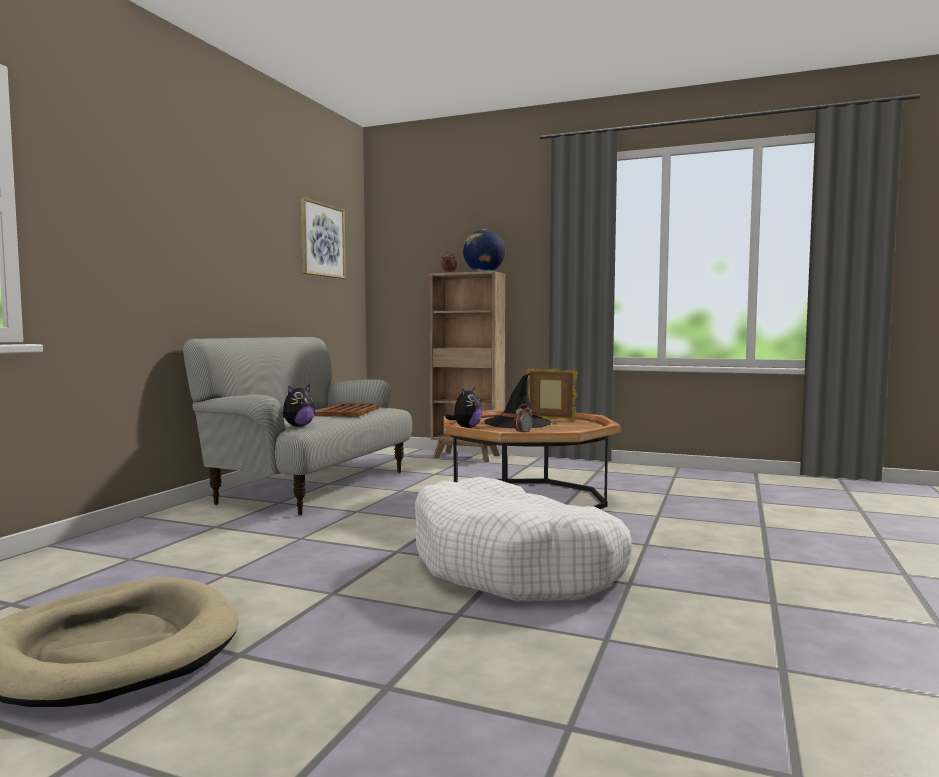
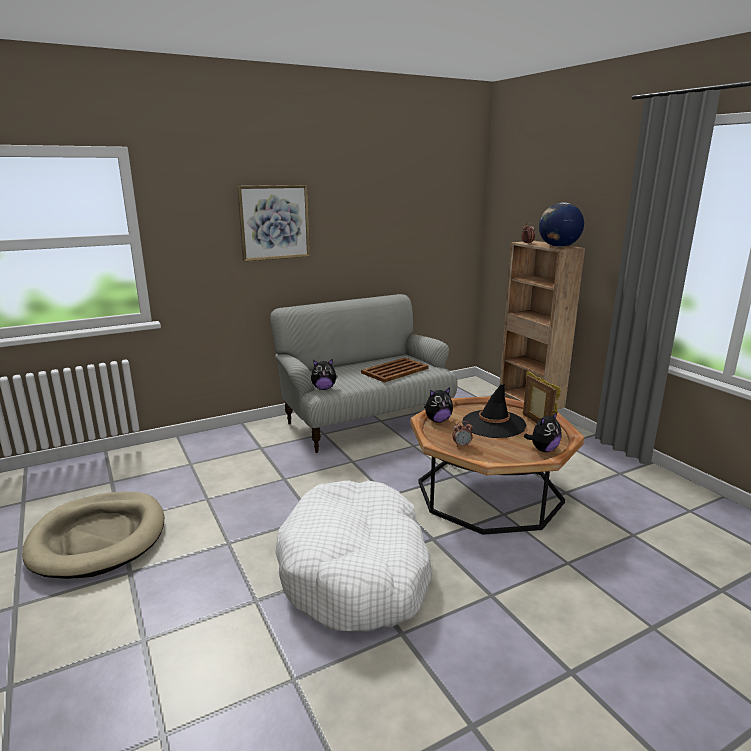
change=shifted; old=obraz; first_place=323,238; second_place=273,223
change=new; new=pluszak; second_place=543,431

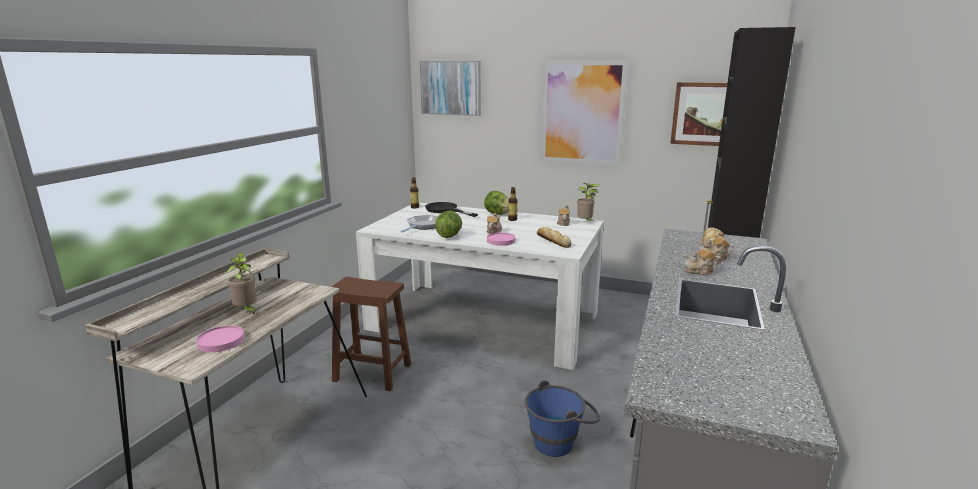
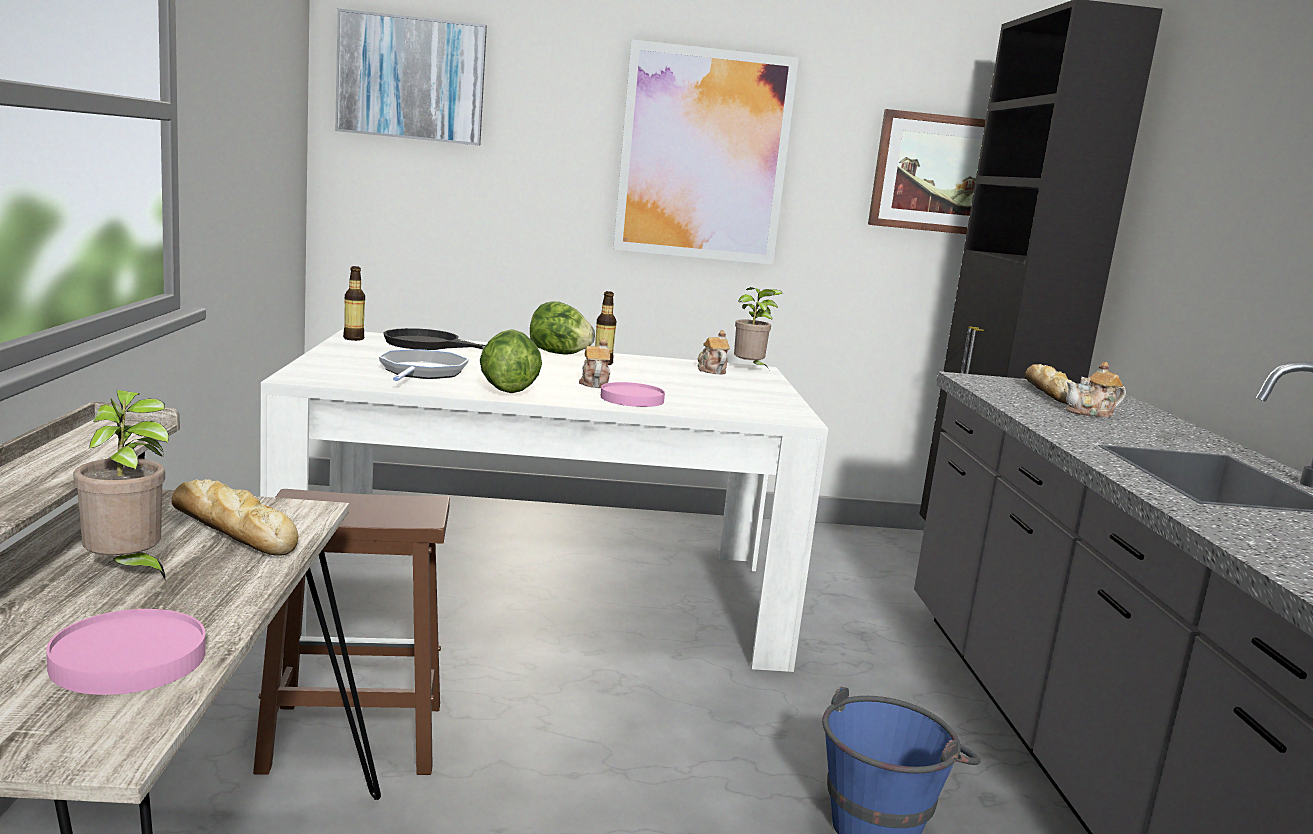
change=shifted; old=chleb; first_place=554,237; second_place=235,517
change=gone; old=imbryk; first_place=702,259

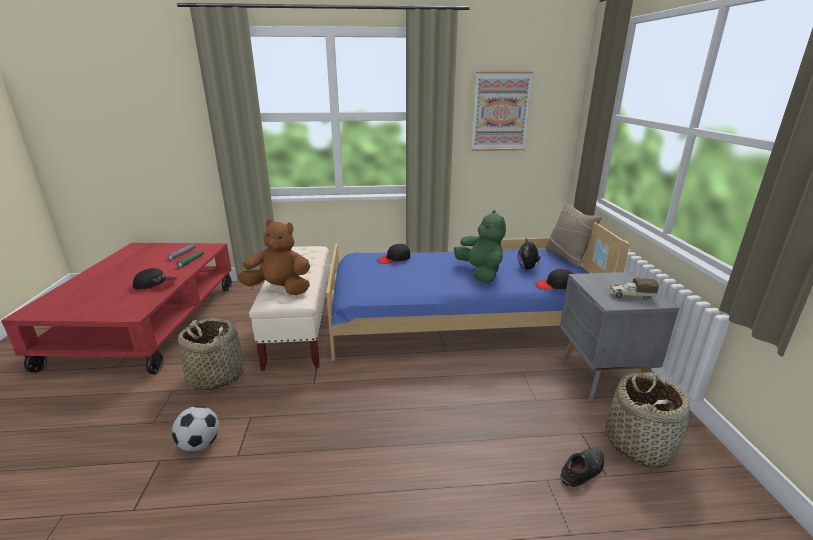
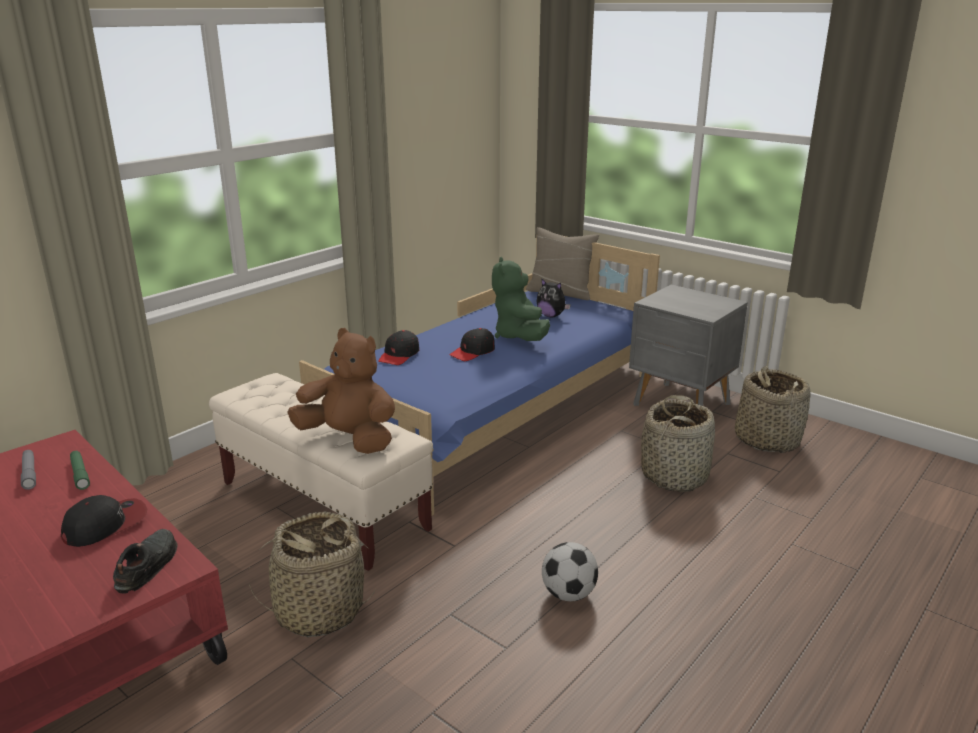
change=gone; old=obraz; first_place=502,111
change=rotated; old=pluszak (zielony); first_place=480,246; second_place=521,299; degrees=-120
change=rotated; old=pluszak (brązowy); first_place=274,257; second_place=341,391; degrees=60
change=shifted; old=czapka z daszkiem (czarny); first_place=554,279; second_place=472,344
change=gone; old=ciężarówka zabawkowa; first_place=634,289
change=shifted; old=piłka futbolowa; first_place=195,429; second_place=570,571
change=shifted; old=but (czarny); first_place=582,467; second_place=145,561
change=new; new=koszyk; second_place=678,443

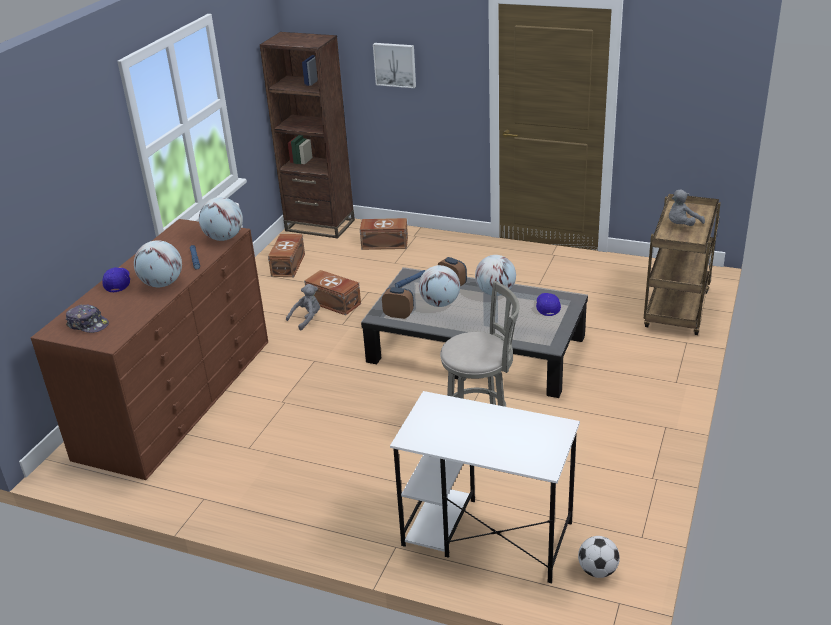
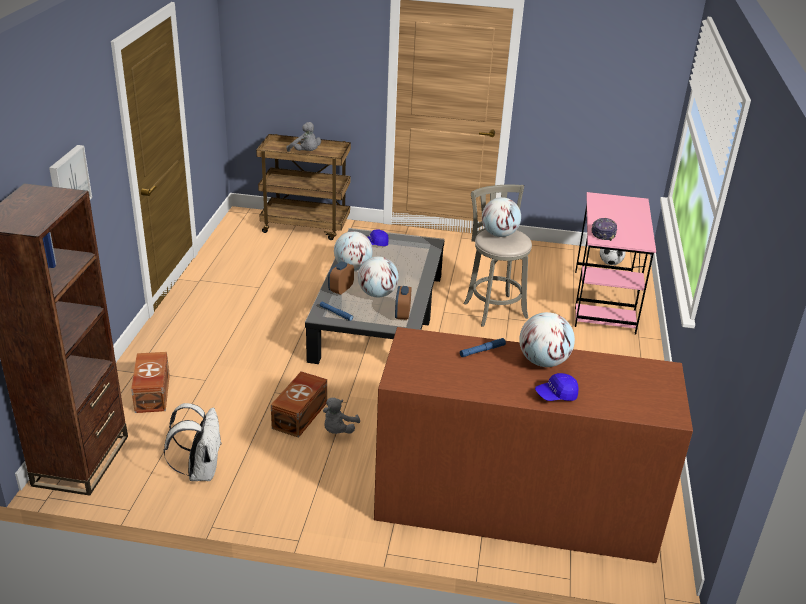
change=shifted; old=globus; first_place=221,219; second_place=501,217
change=swapped; old=pojemnik do przechowywania (brązowy); new=plecak (biały); first_place=286,255; second_place=193,442
change=rotated; old=pluszak (szary); first_place=303,307; second_place=341,415; degrees=-105
change=shifted; old=czapka z daszkiem; first_place=87,318; second_place=604,229
change=repainted; old=biurko (biały); new=biurko (różowy); first_place=485,487; second_place=615,263

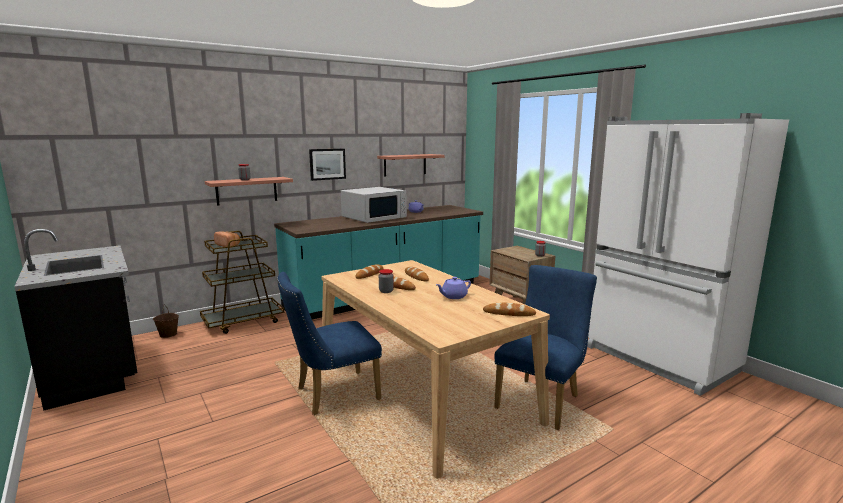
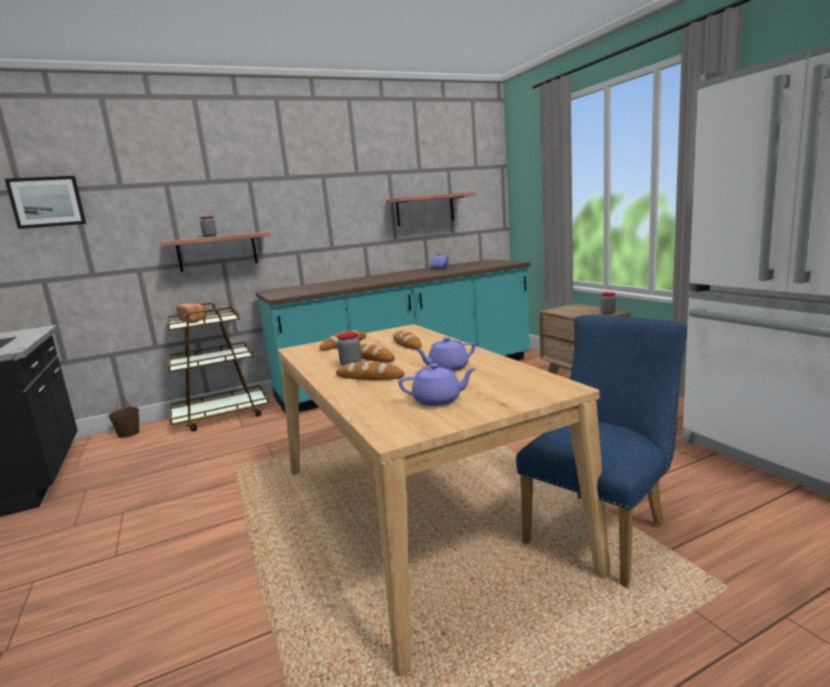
change=shifted; old=obraz; first_place=327,165; second_place=45,202
change=gone; old=mikrofalówka (biały); first_place=374,205
change=gone; old=krzesło (niebieski); first_place=329,343
change=shifted; old=chleb; first_place=509,309; second_place=370,371
change=new; new=imbryk (fioletowy); second_place=438,384

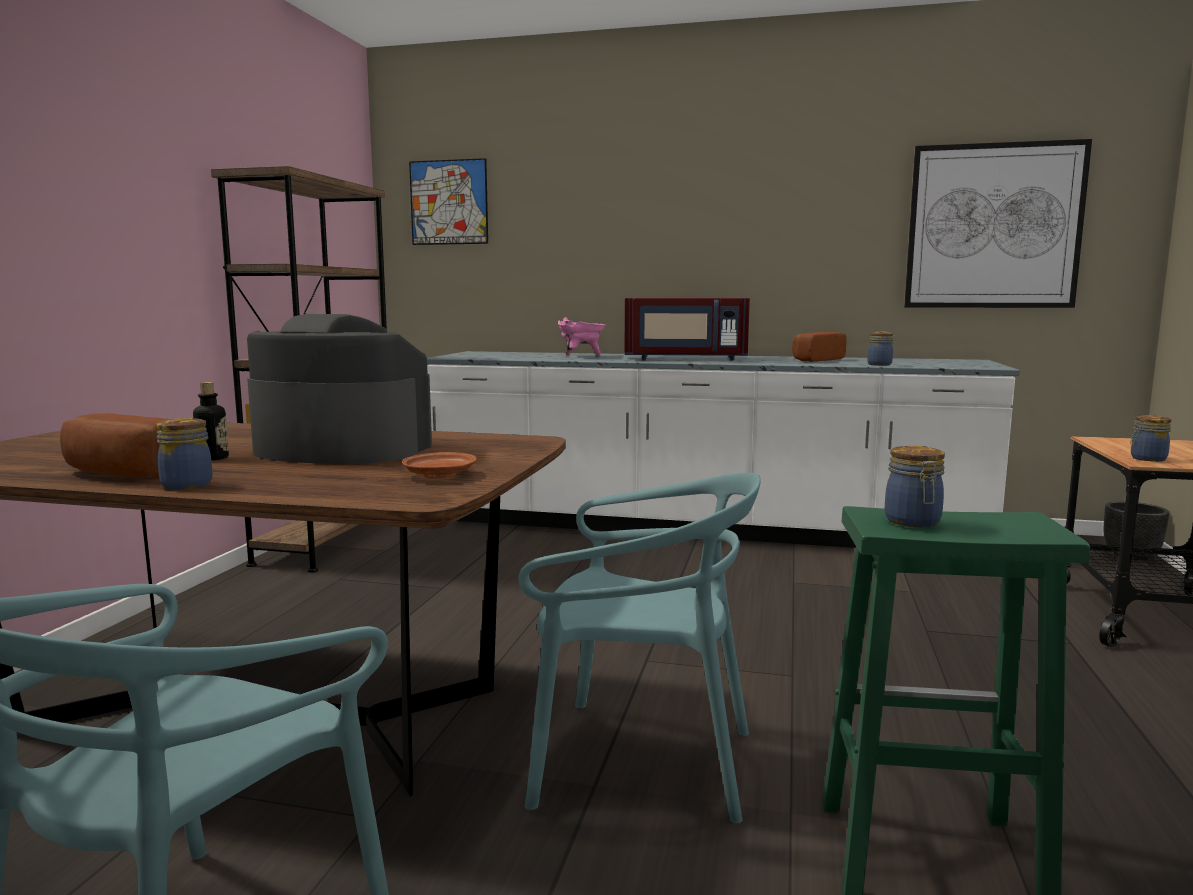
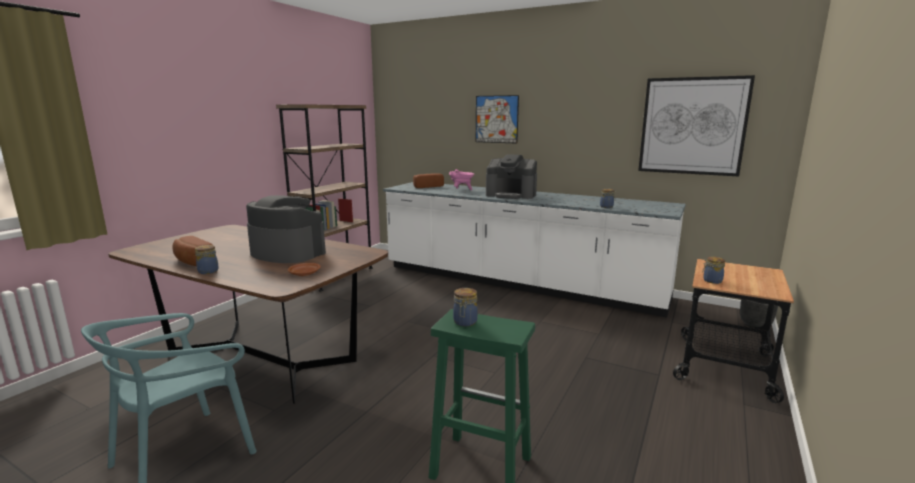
change=shifted; old=obraz; first_place=448,201; second_place=497,119
change=swapped; old=mikrofalówka (czerwony); new=ekspres do kawy; first_place=687,329; second_place=511,176
change=shifted; old=chleb; first_place=819,347; second_place=428,180
change=gone; old=butelka; first_place=211,421
change=gone; old=krzesło (turkusowy); first_place=640,648

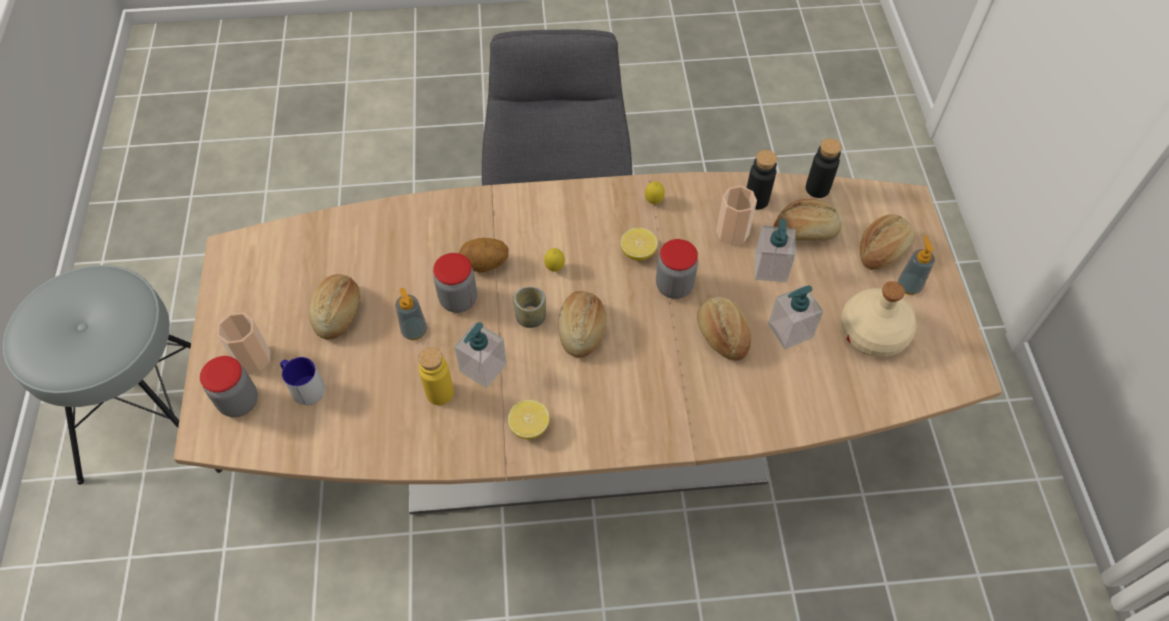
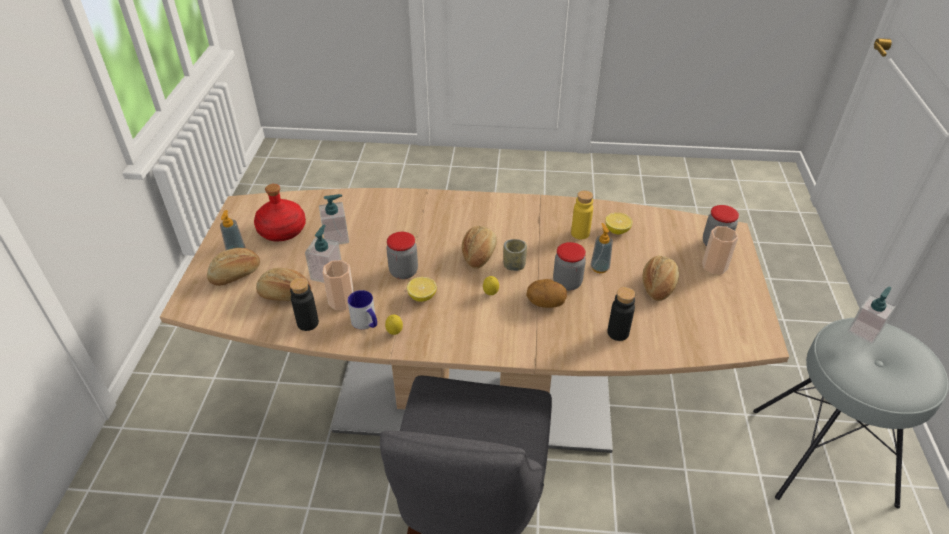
change=shifted; old=butelka (czarny); first_place=824,168; second_place=621,314
change=repainted; old=butelka (beżowy); new=butelka (czerwony); first_place=878,319; second_place=280,212
change=gone; old=chleb; first_place=724,329
change=shifted; old=dozownik mydła; first_place=480,355; second_place=872,315
change=shifted; old=kubek; first_place=302,381; second_place=362,309
change=shifted; old=cytryna; first_place=529,419; second_place=619,223

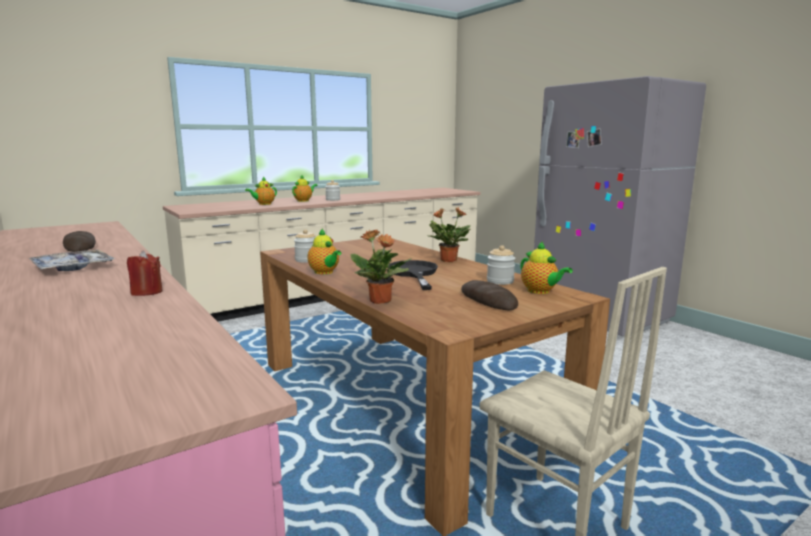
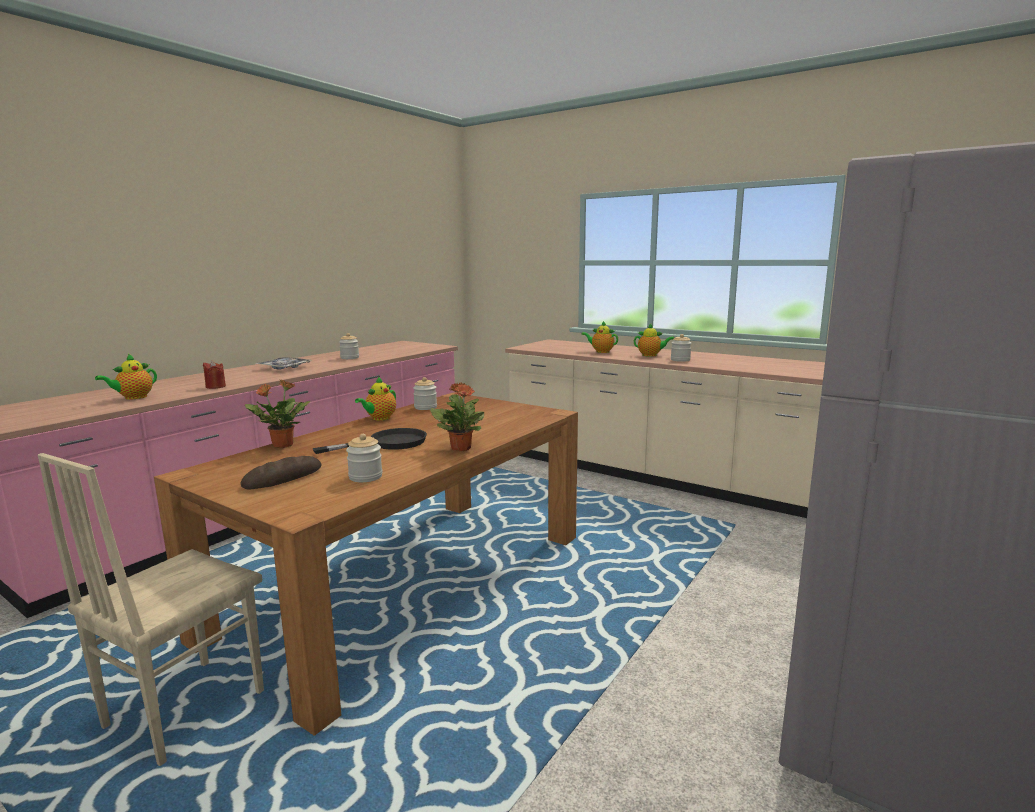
change=swapped; old=chleb; new=słoik; first_place=79,241; second_place=349,346
change=shifted; old=imbryk; first_place=546,267; second_place=126,377

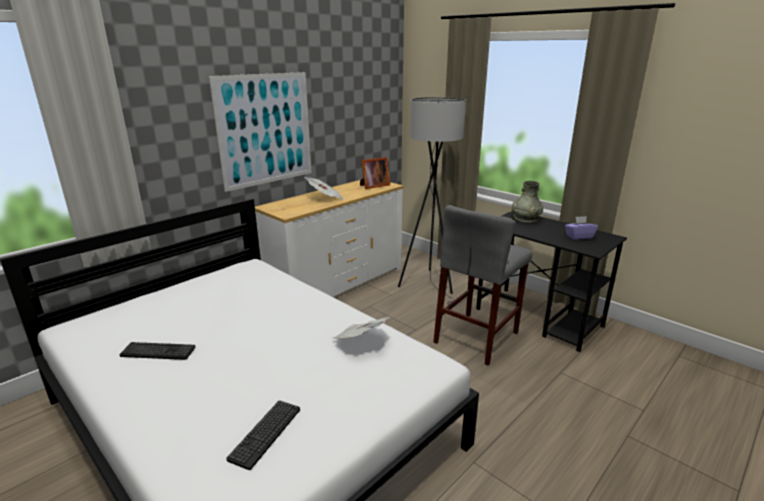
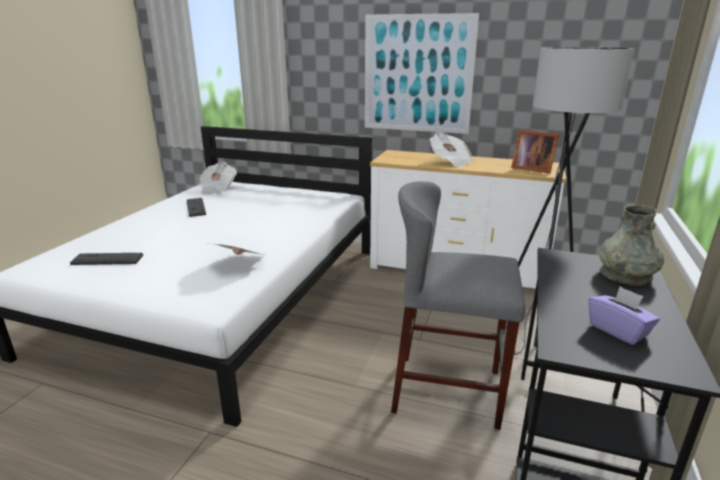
change=new; new=gazeta; second_place=218,178

